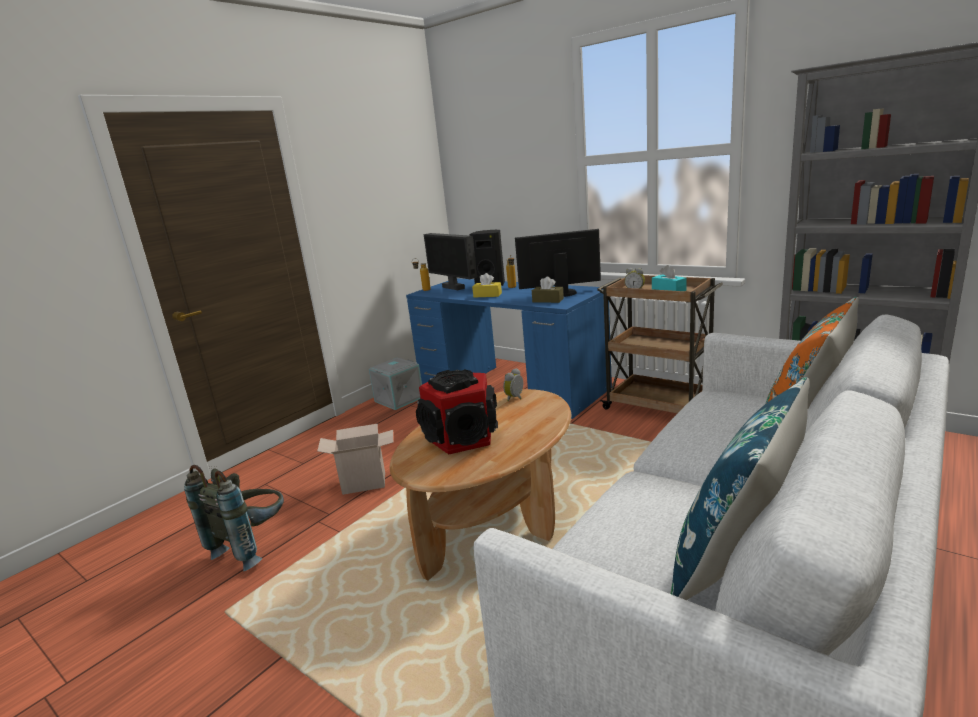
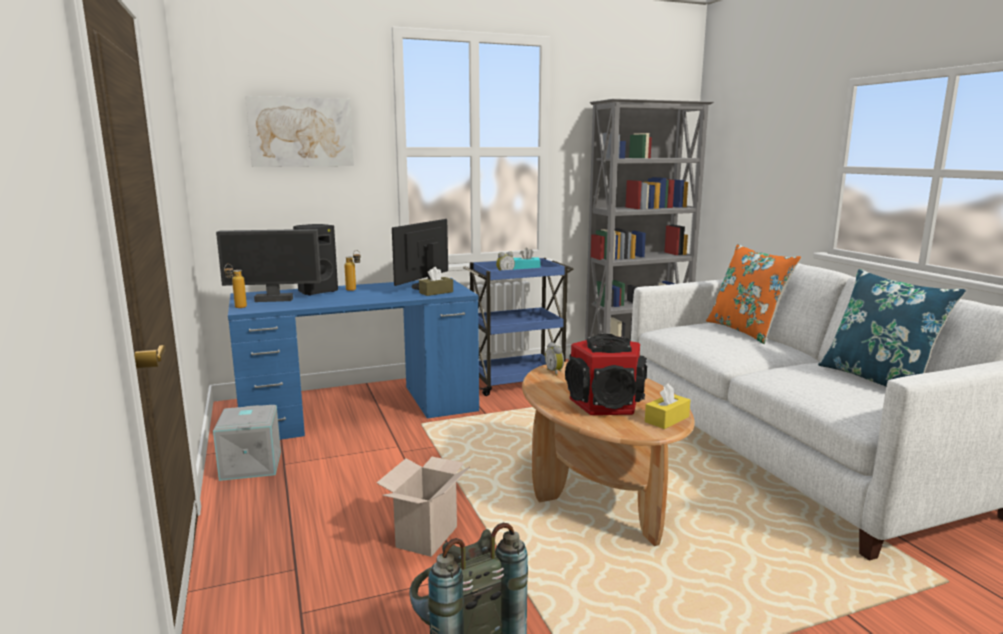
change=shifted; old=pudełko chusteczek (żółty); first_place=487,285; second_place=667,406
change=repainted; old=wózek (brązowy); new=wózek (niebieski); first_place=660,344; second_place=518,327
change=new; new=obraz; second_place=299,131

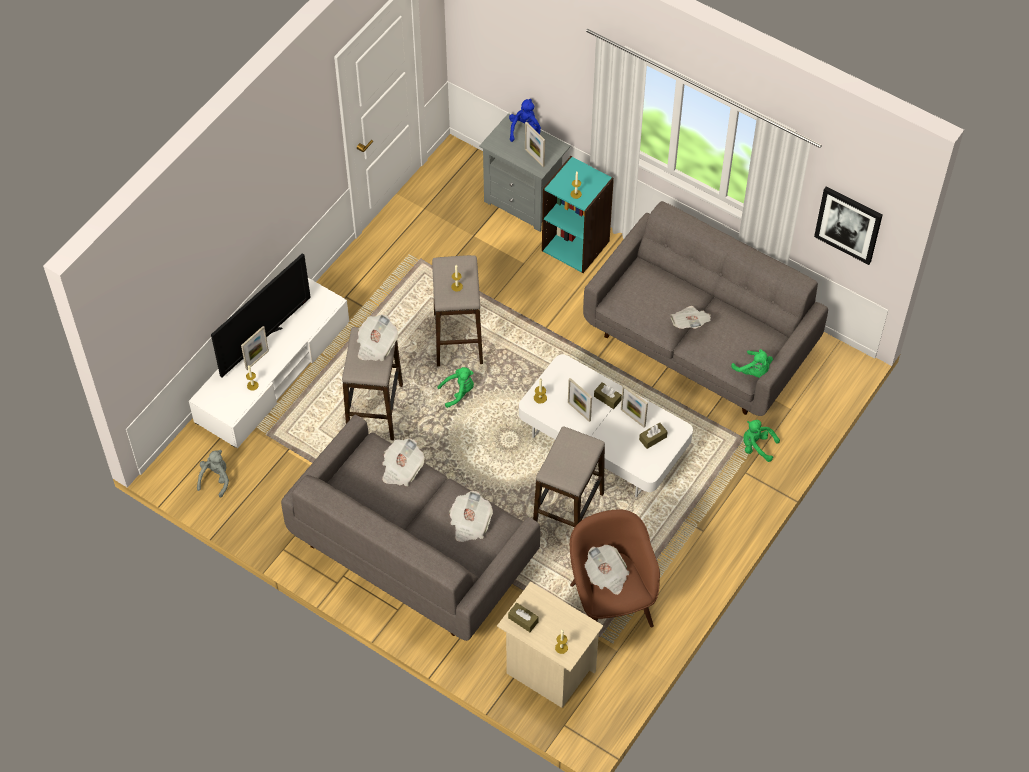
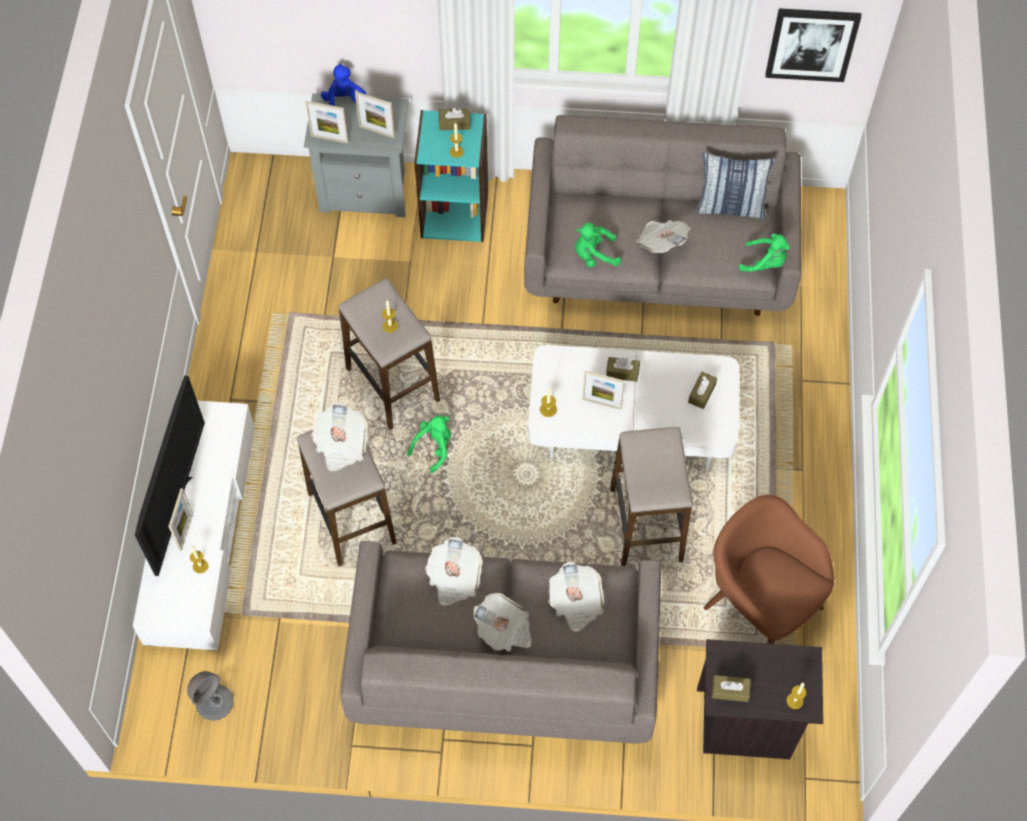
change=shifted; old=ramka na zdjęcie; first_place=634,406; second_place=327,122
change=shifted; old=pluszak (zielony); first_place=761,441; second_place=598,245
change=swapped; old=pluszak (szary); new=lampa stołowa (szary); first_place=213,474; second_place=210,696
change=shifted; old=gazeta; first_place=607,570; second_place=502,622
change=repainted; old=szafka nocna (beżowy); new=szafka nocna (czarny); first_place=550,644; second_place=760,699
change=new; new=pudełko chusteczek (brązowy); second_place=455,119
change=new; new=poduszka; second_place=735,185

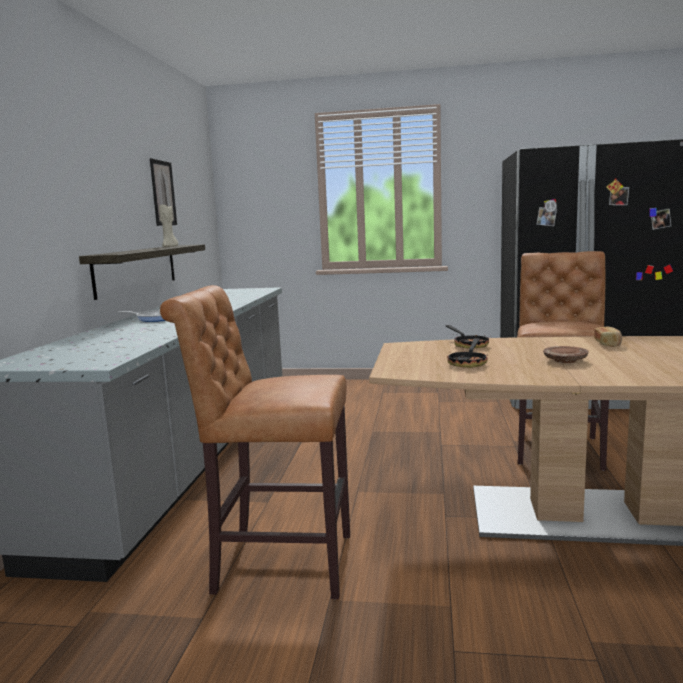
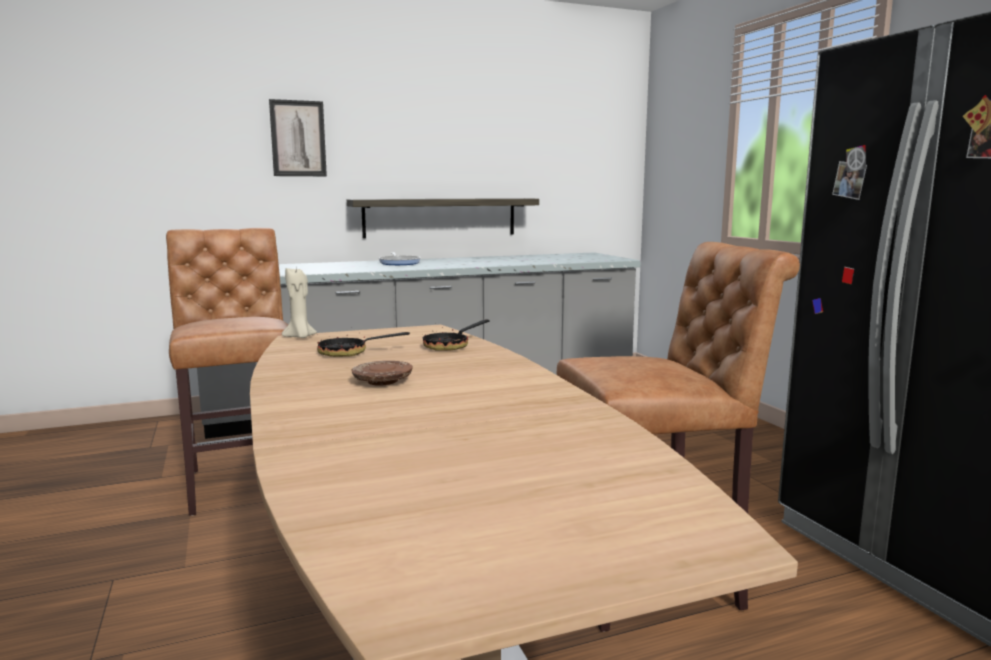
change=shifted; old=obraz; first_place=163,192; second_place=298,137
change=shifted; old=świeca (beżowy); first_place=168,225; second_place=299,303
change=gone; old=chleb; first_place=608,336

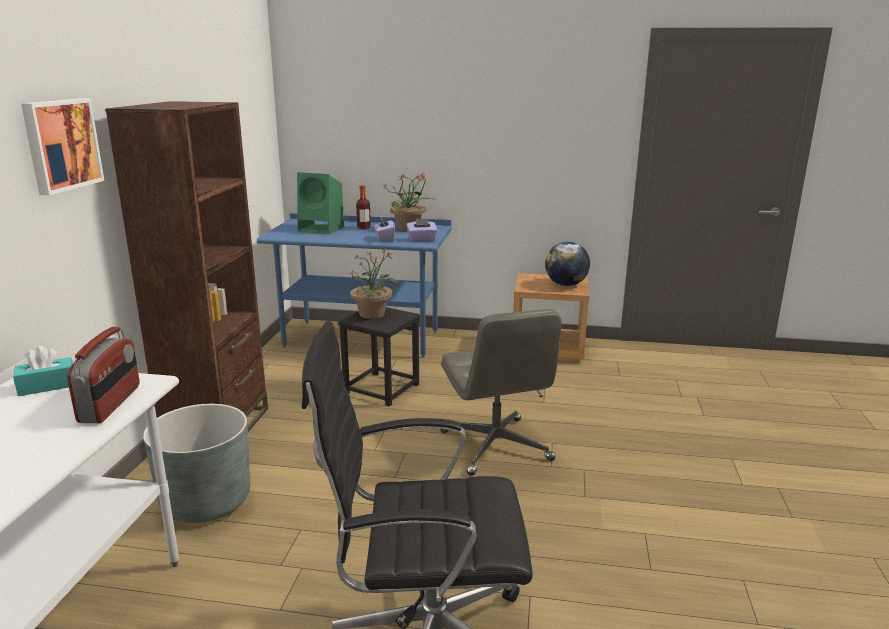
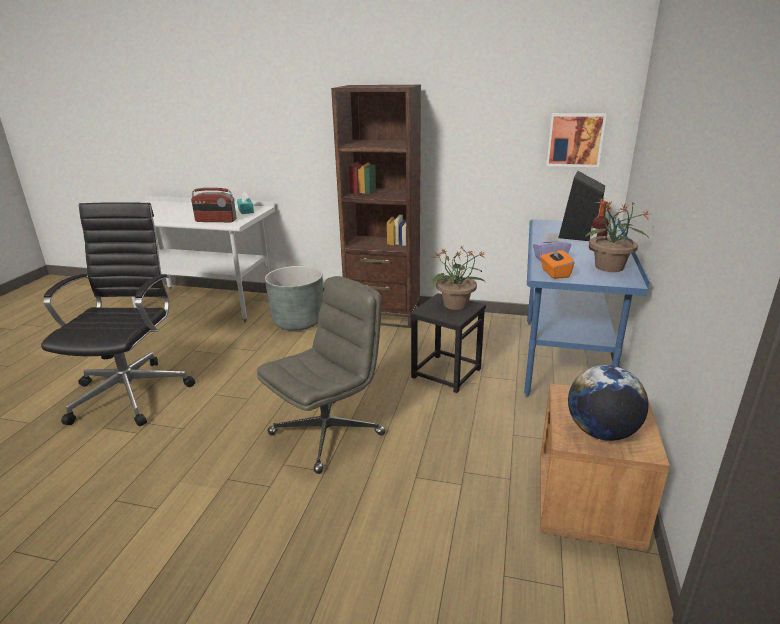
change=shifted; old=obraz; first_place=62,146; second_place=576,140
change=repainted; old=głośnik (zielony); new=głośnik (czarny); first_place=320,203; second_place=581,206
change=repainted; old=pudełko chusteczek (fioletowy); new=pudełko chusteczek (pomarańczowy); first_place=422,230; second_place=557,262
change=rotated; old=krzesło biurowe (szary); first_place=501,392; second_place=321,375; degrees=150

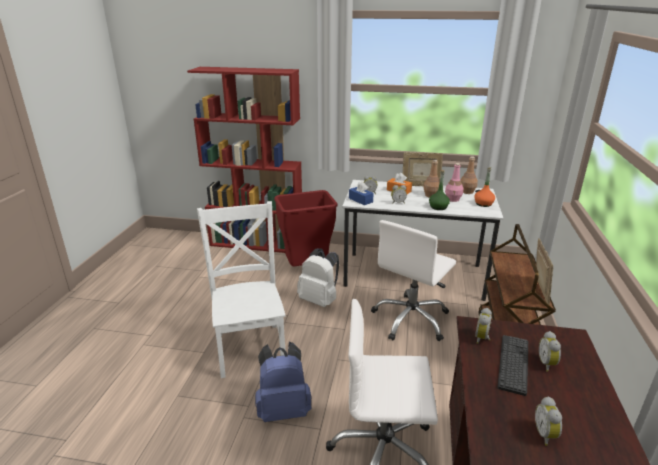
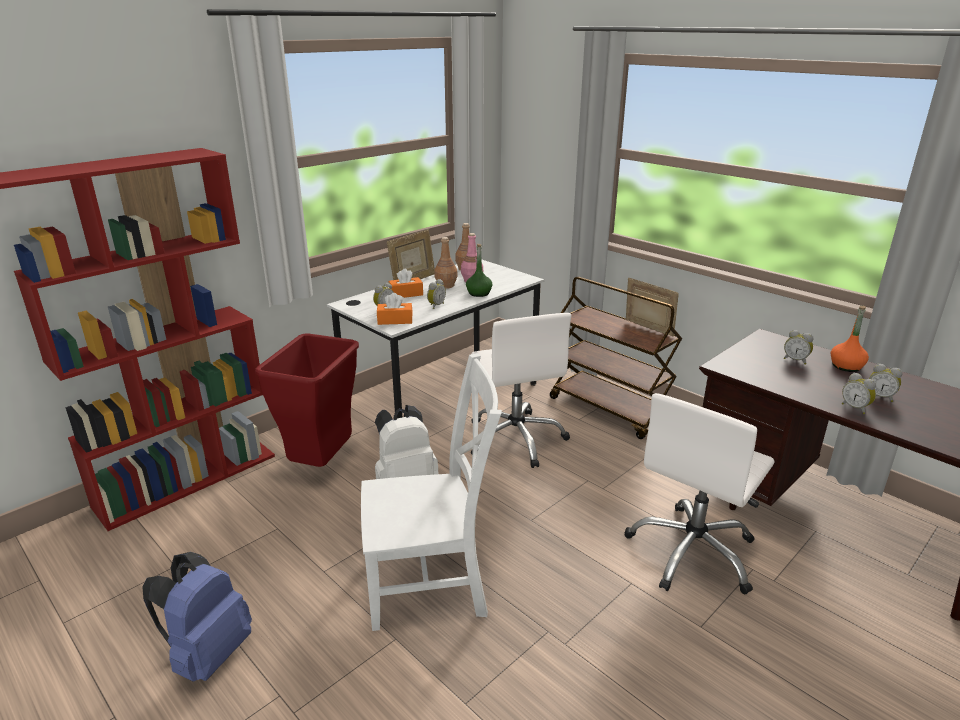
change=shifted; old=butelka (pomarańczowy); first_place=484,187; second_place=850,339
change=repainted; old=pudełko chusteczek (niebieski); new=pudełko chusteczek (pomarańczowy); first_place=361,193; second_place=395,309
change=rotated; old=krzesło (biały); first_place=241,289; second_place=431,492; degrees=150
change=shifted; old=budzik; first_place=483,326; second_place=859,393
change=gone; old=klawiatura; first_place=512,365
change=shifted; old=plecak (niebieski); first_place=283,381; second_place=197,617

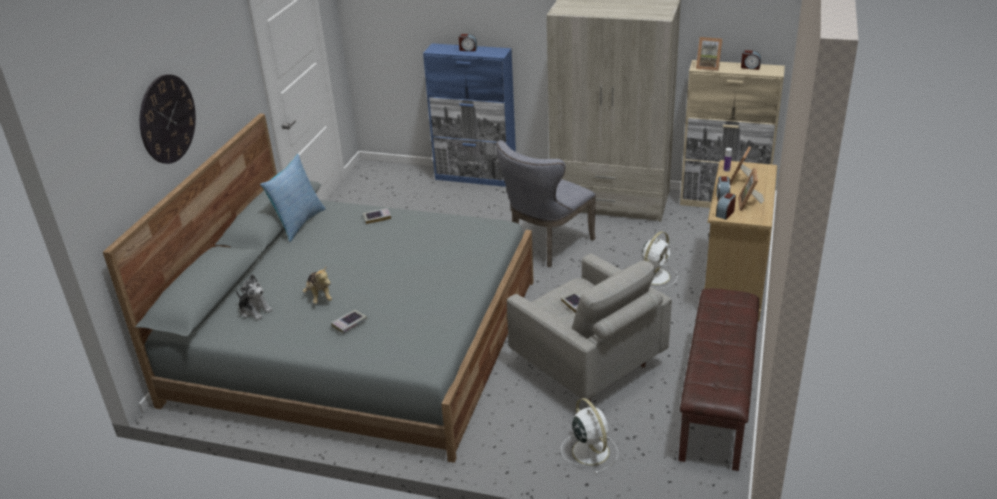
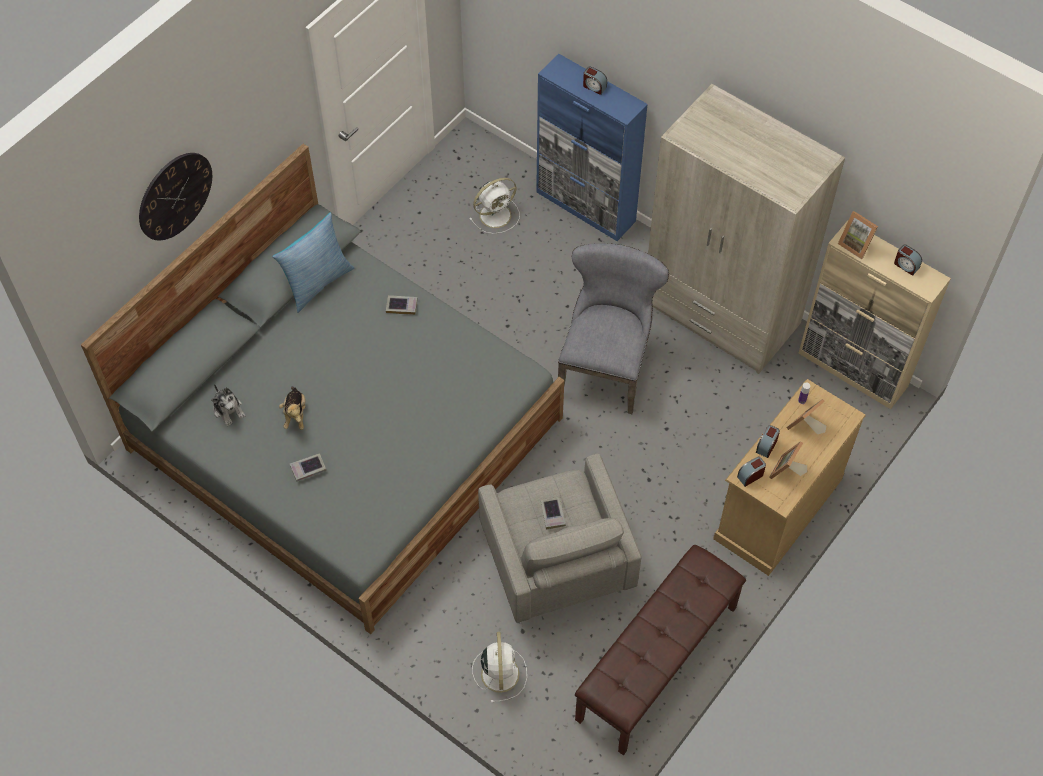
change=rotated; old=krzesło (szary); first_place=546,203; second_place=613,328; degrees=135
change=shifted; old=wentylator (biały); first_place=659,260; second_place=495,206

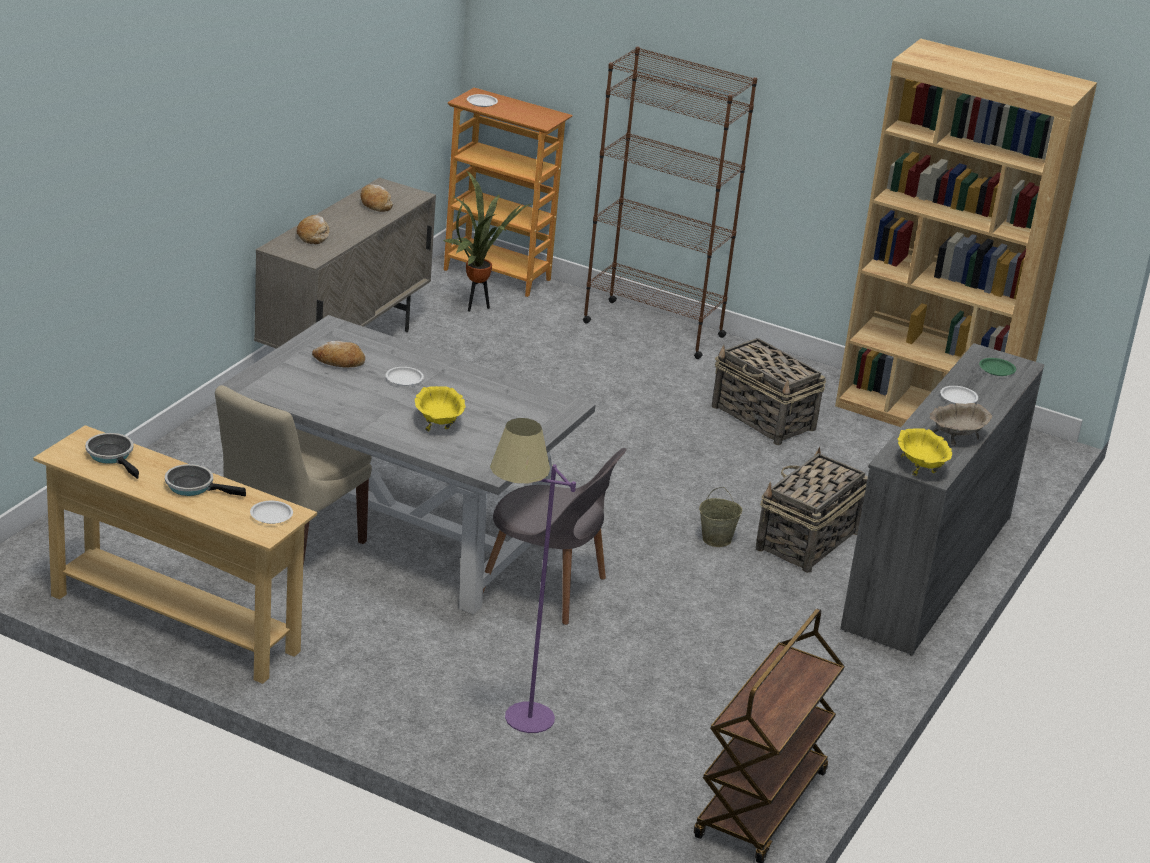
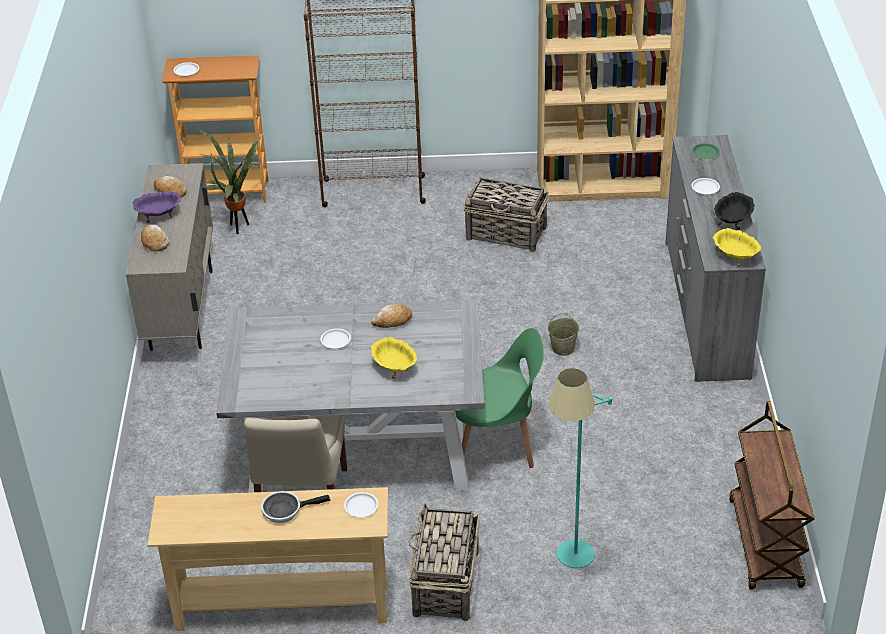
change=shifted; old=chleb; first_place=338,354; second_place=391,315
change=repainted; old=miska (beżowy); new=miska (czarny); first_place=960,424; second_place=734,211
change=repainted; old=lampa stojąca (fioletowy); new=lampa stojąca (turkusowy); first_place=533,575; second_place=580,468
change=gone; old=patelnia; first_place=112,456
change=shifted; old=koszyk; first_place=812,510; second_place=444,562
change=repainted; old=krzesło (szary); new=krzesło (zielony); first_place=555,536; second_place=499,398
change=new; new=miska (fioletowy); second_place=156,207

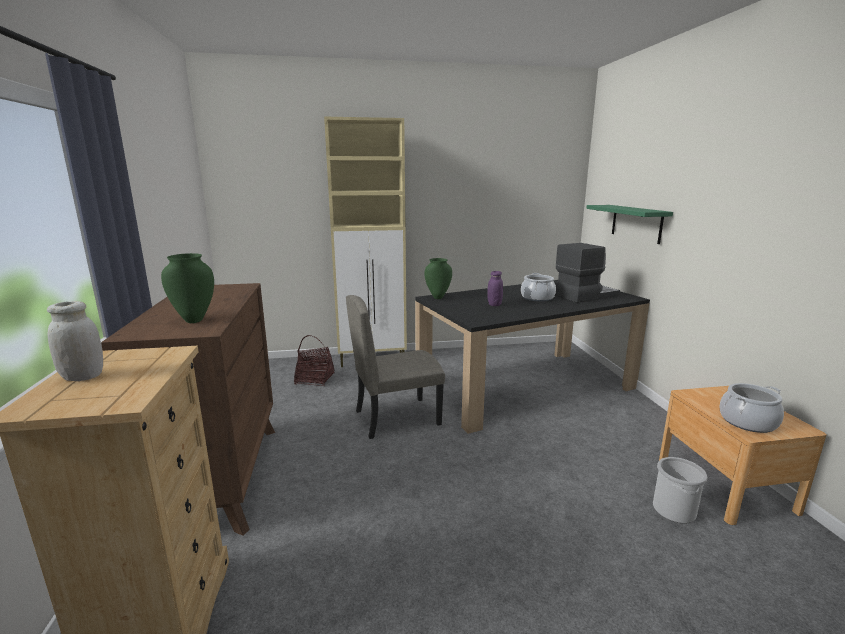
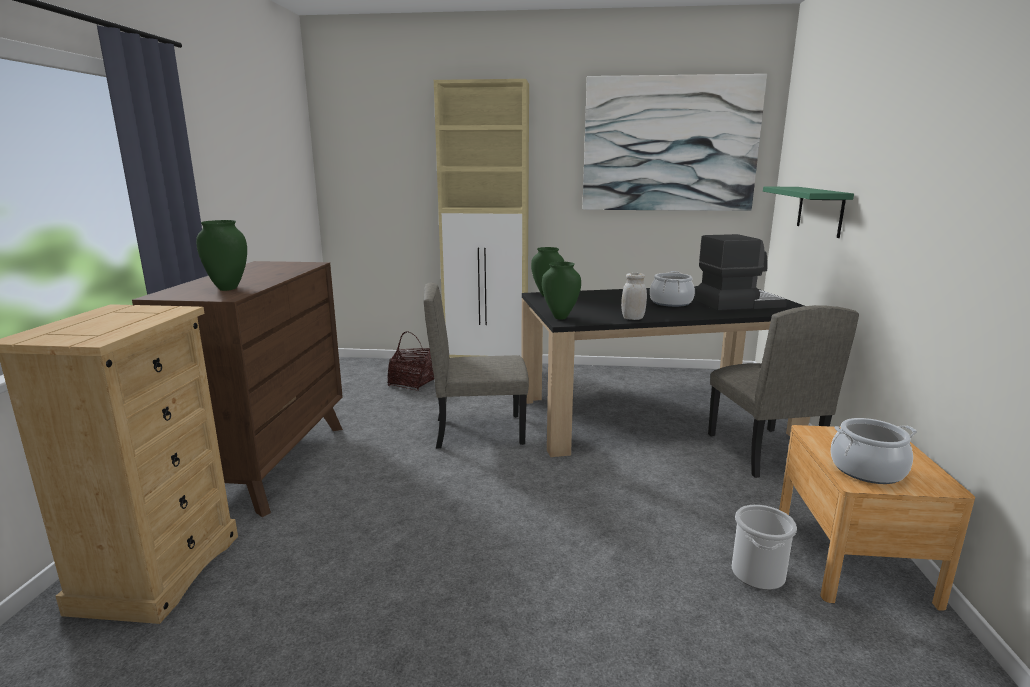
change=gone; old=słoik (fioletowy); first_place=495,288
change=shifted; old=słoik (biały); first_place=75,341; second_place=634,296
change=new; new=obraz; second_place=675,142
change=new; new=wazon (zielony); second_place=561,290
change=new; new=krzesło (beżowy); second_place=783,391

